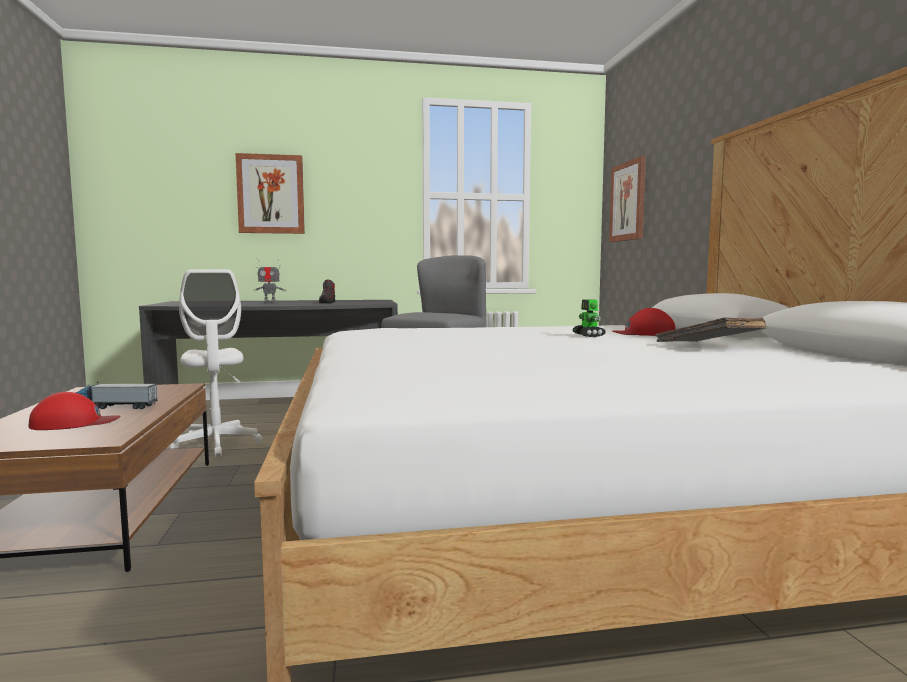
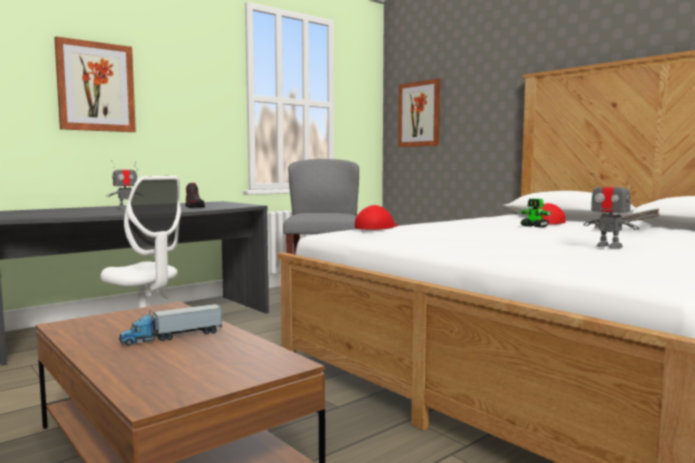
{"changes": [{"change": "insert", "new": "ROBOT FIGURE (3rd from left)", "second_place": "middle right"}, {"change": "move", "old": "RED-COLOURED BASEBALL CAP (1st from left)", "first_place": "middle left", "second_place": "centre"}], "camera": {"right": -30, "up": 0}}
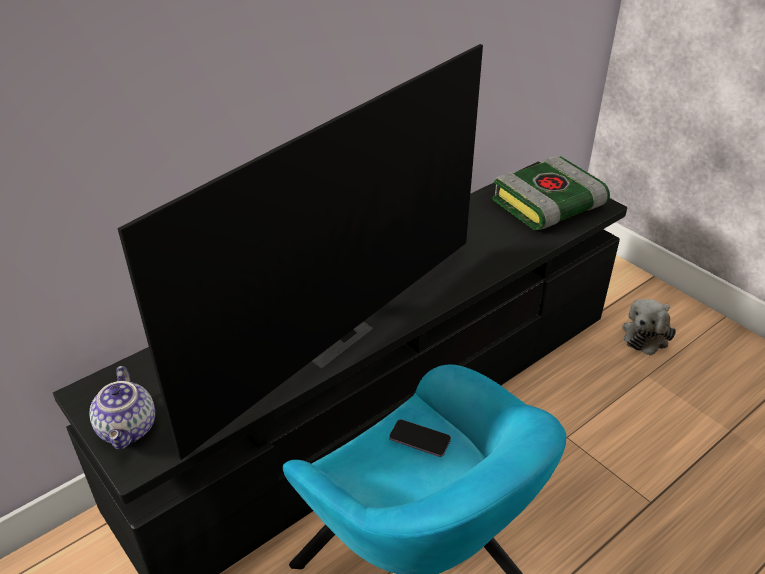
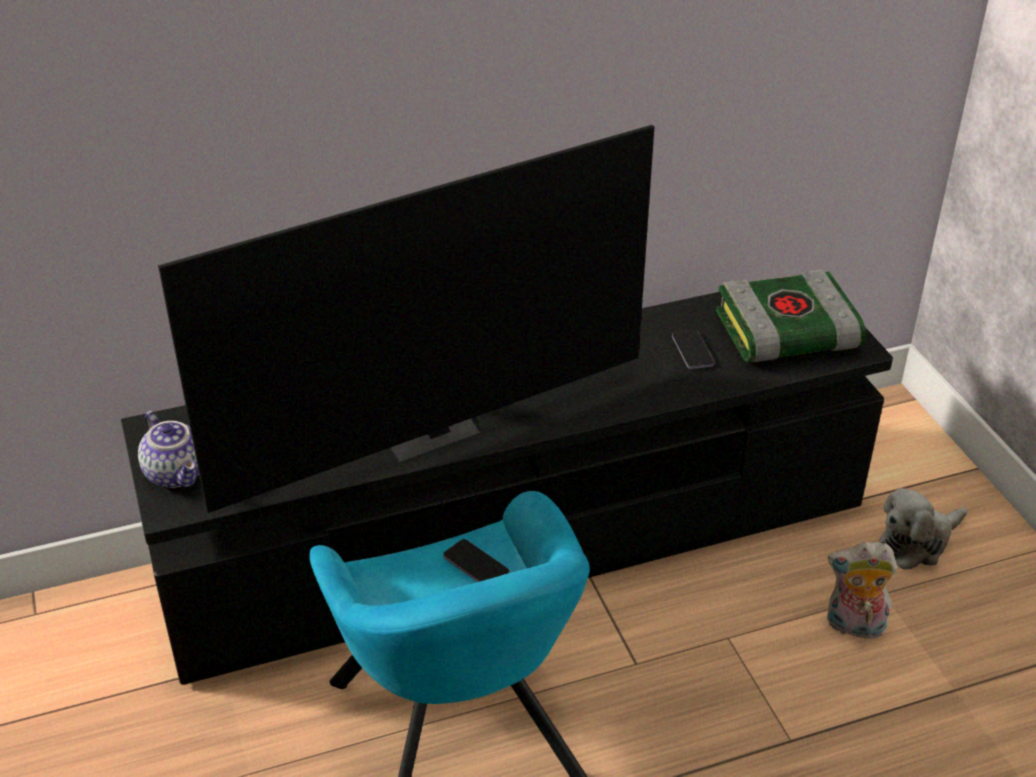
{"changes": [{"change": "insert", "new": "PHONE (2nd from left)", "second_place": "middle right"}, {"change": "insert", "new": "PLUSH TOY (1st from left)", "second_place": "bottom right"}, {"change": "rotate", "old": "POT FOR TEA", "first_place": "bottom left", "second_place": "middle left", "degrees": -45}], "camera": {"right": 20, "up": 0}}
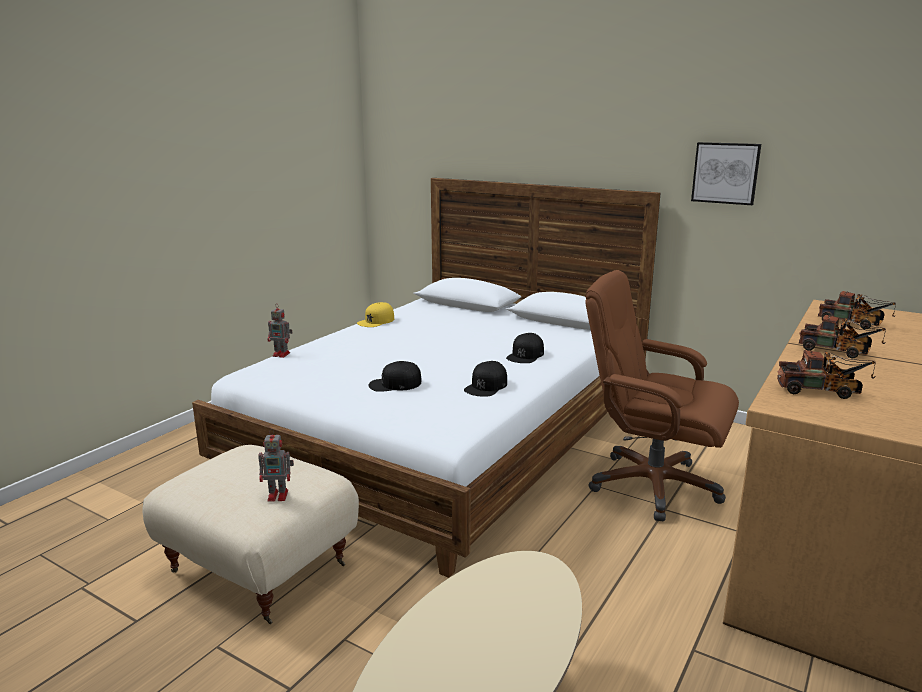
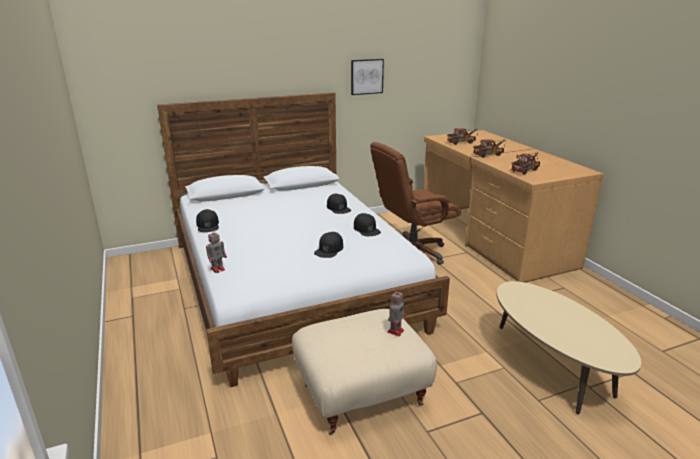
{"changes": [{"change": "recolor", "old": "YELLOWISH BASEBALL CAP", "new": "BLACKISH BASEBALL CAP (1st from left)", "first_place": "centre", "second_place": "middle left"}], "camera": {"right": -55, "up": 5}}
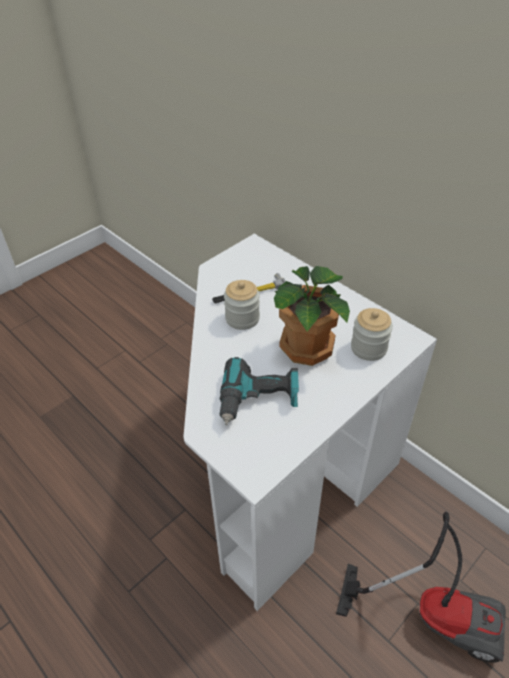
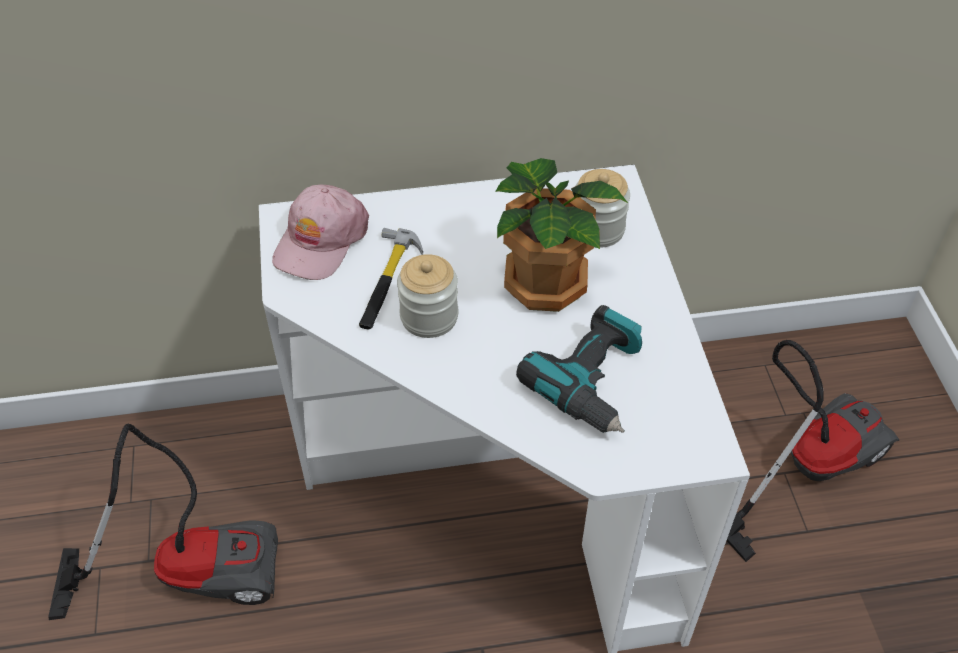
{"changes": [{"change": "insert", "new": "VACUUM CLEANER (1st from left)", "second_place": "bottom left"}, {"change": "insert", "new": "PINK-COLOURED BASEBALL CAP", "second_place": "centre"}], "camera": {"right": -55, "up": 5}}
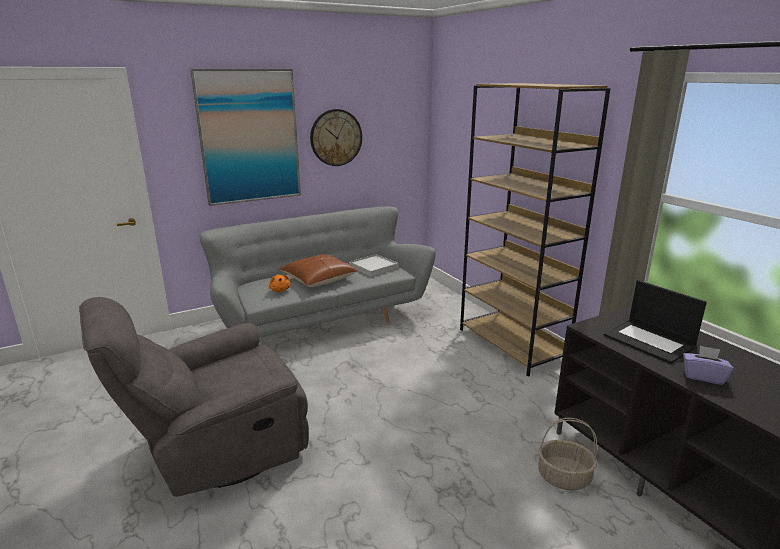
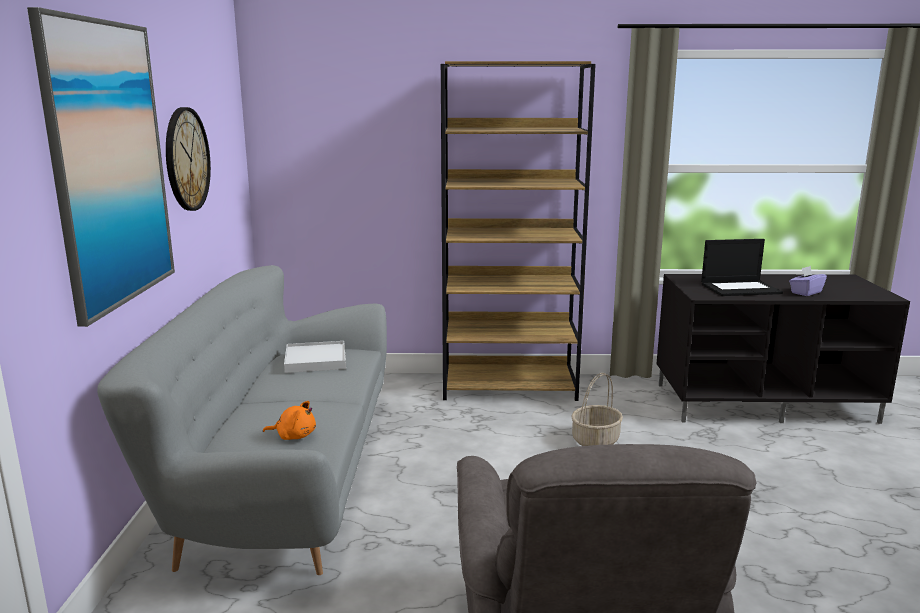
{"changes": [{"change": "delete", "old": "BROWN-COLOURED CUSHION", "first_place": "centre"}, {"change": "move", "old": "STORAGE BASKET", "first_place": "bottom right", "second_place": "bottom centre"}], "camera": {"right": -60, "up": -5}}
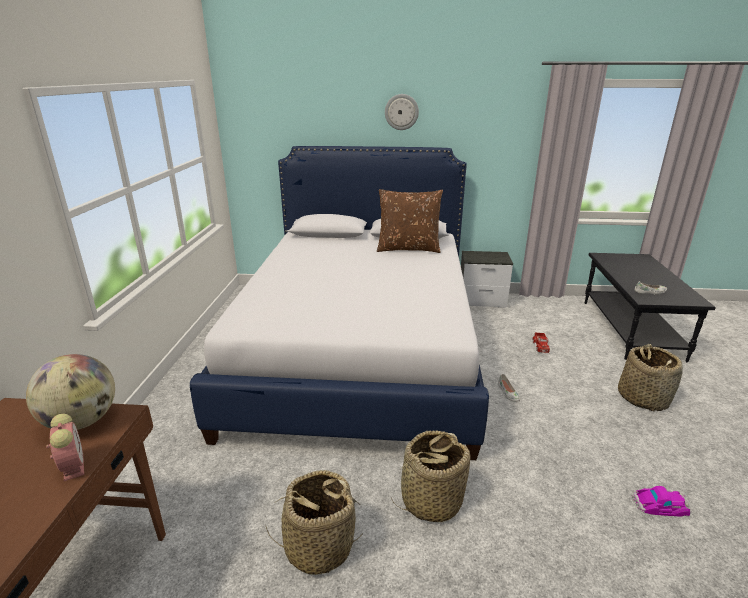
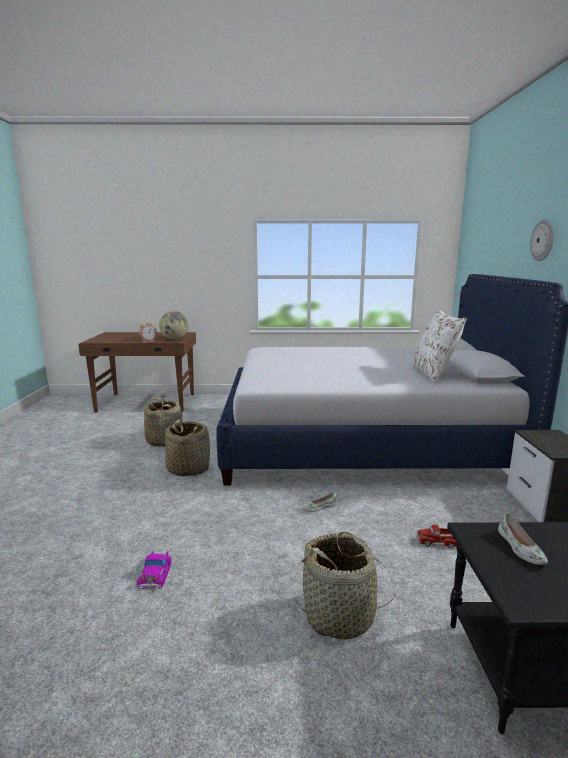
{"changes": [{"change": "recolor", "old": "BROWN-COLOURED CUSHION", "new": "WHITE CUSHION", "first_place": "centre", "second_place": "middle right"}], "camera": {"right": 85, "up": -10}}
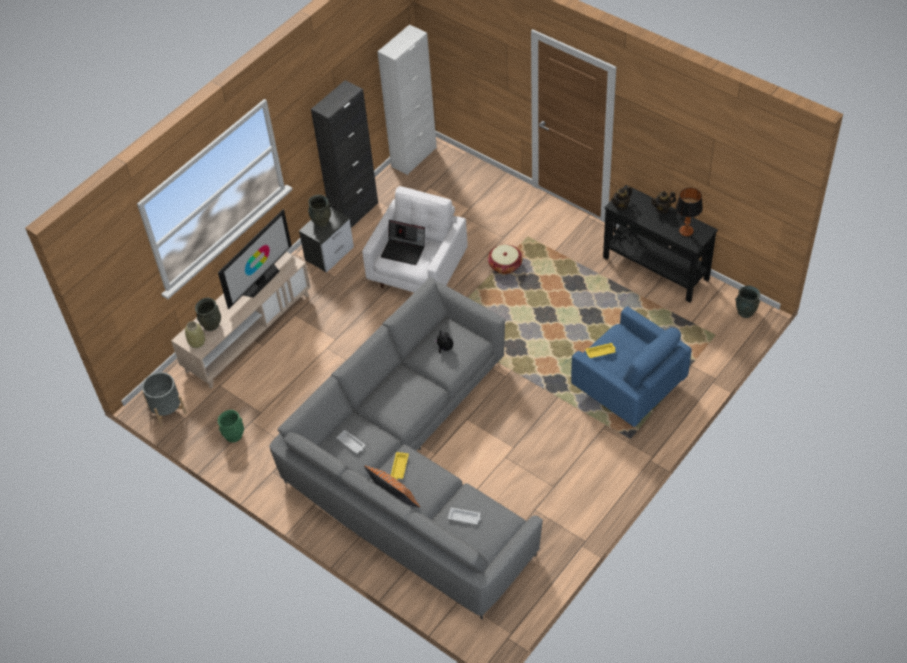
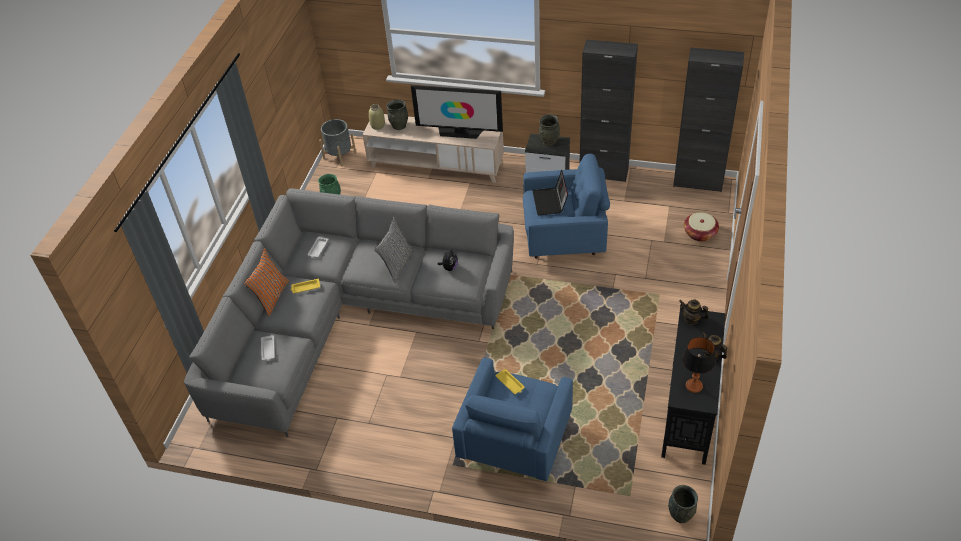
{"changes": [{"change": "insert", "new": "GREYISH CUSHION", "second_place": "centre"}, {"change": "move", "old": "STORAGE BASKET", "first_place": "centre", "second_place": "middle right"}, {"change": "recolor", "old": "WHITE LOUNGE CHAIR", "new": "BLUE-COLOURED LOUNGE CHAIR (2nd from left)", "first_place": "centre", "second_place": "centre"}, {"change": "recolor", "old": "WHITE CUPBOARD", "new": "BLACKISH CUPBOARD (2nd from left)", "first_place": "top centre", "second_place": "top right"}], "camera": {"right": 65, "up": -5}}
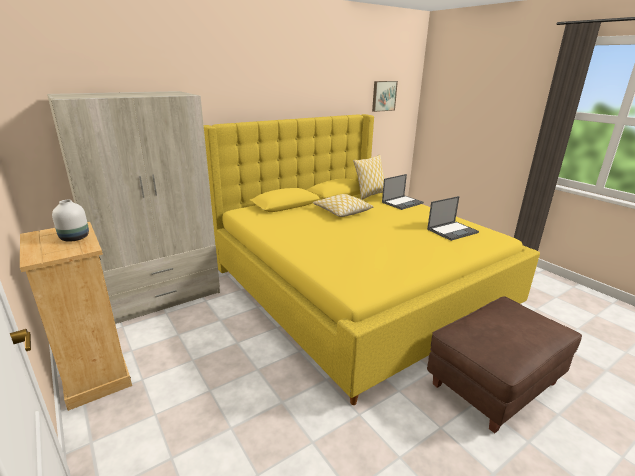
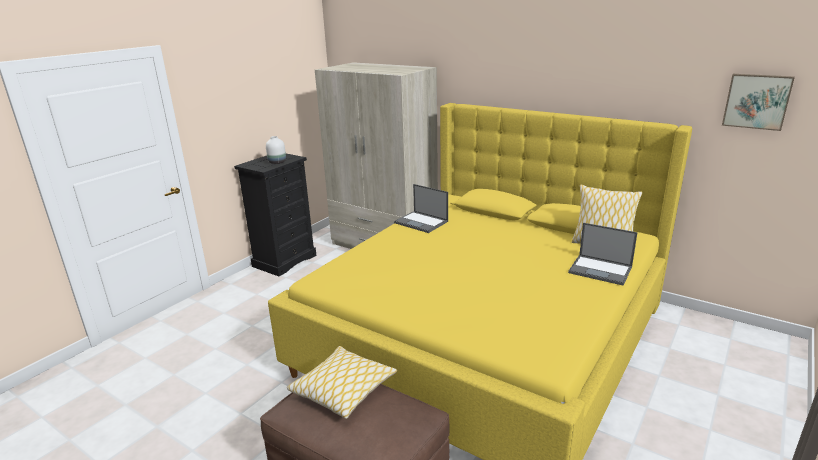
{"changes": [{"change": "move", "old": "CUSHION (1st from left)", "first_place": "centre", "second_place": "bottom centre"}, {"change": "move", "old": "LAPTOP (2nd from left in the first image)", "new": "LAPTOP (1st from left)", "first_place": "middle right", "second_place": "centre"}, {"change": "recolor", "old": "BEIGE CHEST OF DRAWERS", "new": "BLACKISH CHEST OF DRAWERS", "first_place": "middle left", "second_place": "centre"}], "camera": {"right": 70, "up": 0}}
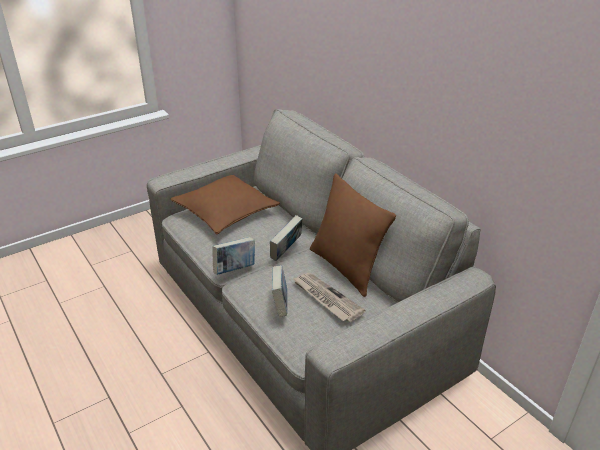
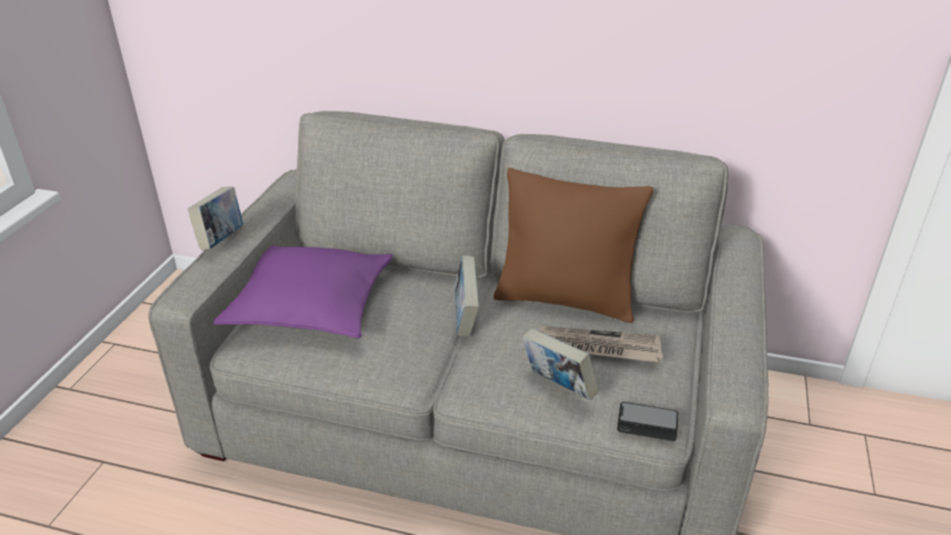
{"changes": [{"change": "insert", "new": "PHONE", "second_place": "bottom right"}, {"change": "move", "old": "BOOK (1st from left)", "first_place": "centre", "second_place": "middle left"}, {"change": "recolor", "old": "BROWN-COLOURED CUSHION (1st from left)", "new": "PURPLE CUSHION", "first_place": "centre", "second_place": "middle left"}], "camera": {"right": -40, "up": 0}}
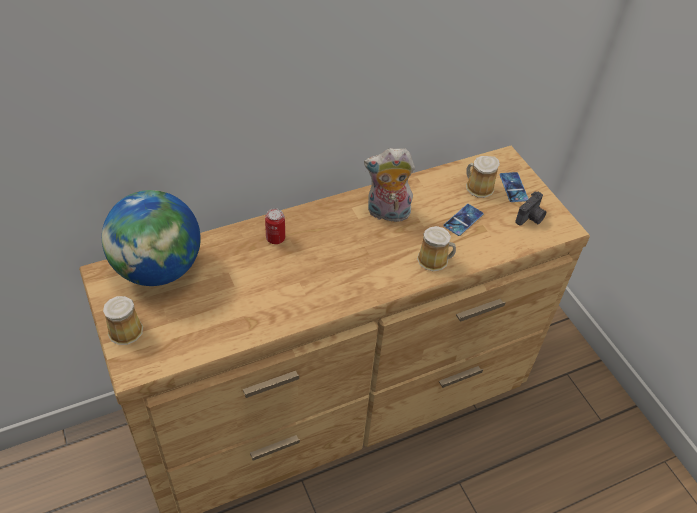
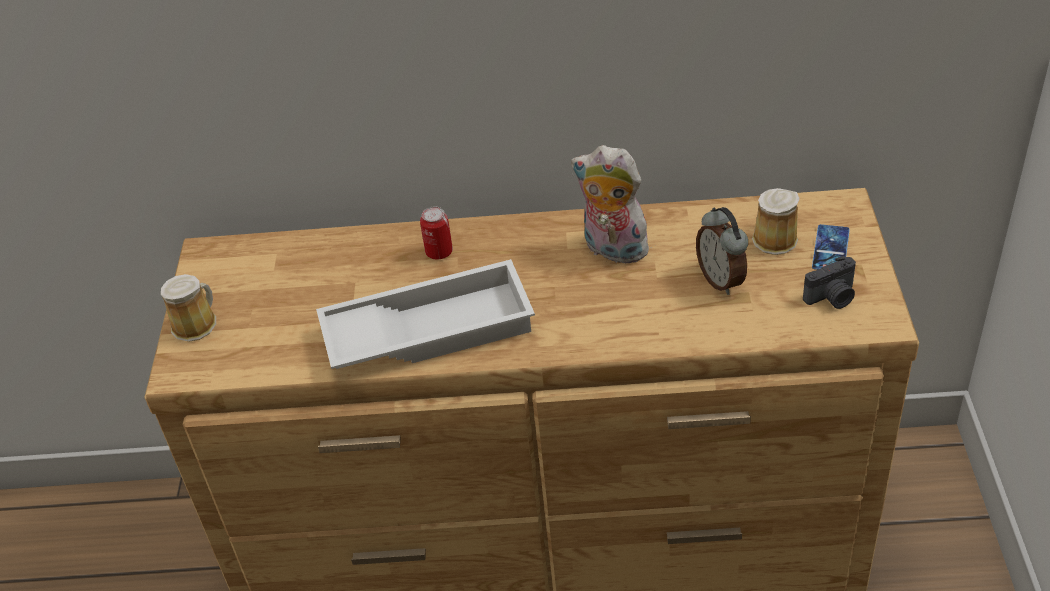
{"changes": [{"change": "delete", "old": "GLOBE", "first_place": "middle left"}, {"change": "delete", "old": "TEA MUG (2nd from left)", "first_place": "centre"}, {"change": "insert", "new": "WHITE TRAY", "second_place": "centre"}, {"change": "replace", "old": "PHONE (1st from left)", "new": "BEDSIDE CLOCK", "first_place": "centre", "second_place": "middle right"}], "camera": {"right": 30, "up": -5}}
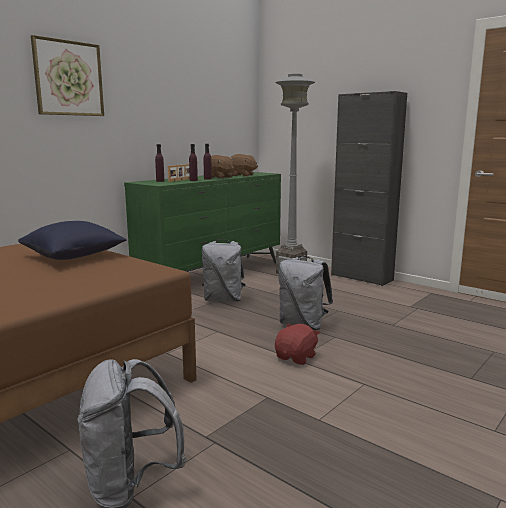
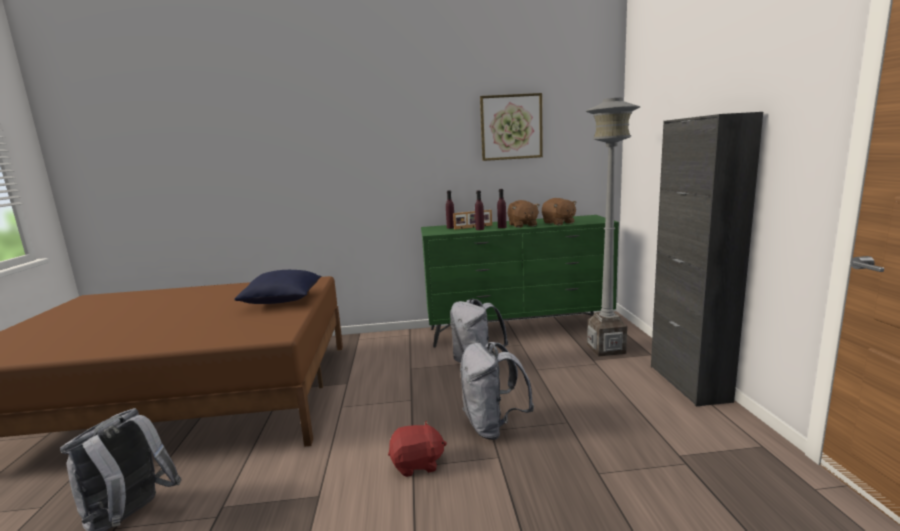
{"changes": [{"change": "move", "old": "PICTURE", "first_place": "top left", "second_place": "top centre"}], "camera": {"right": 45, "up": 0}}
